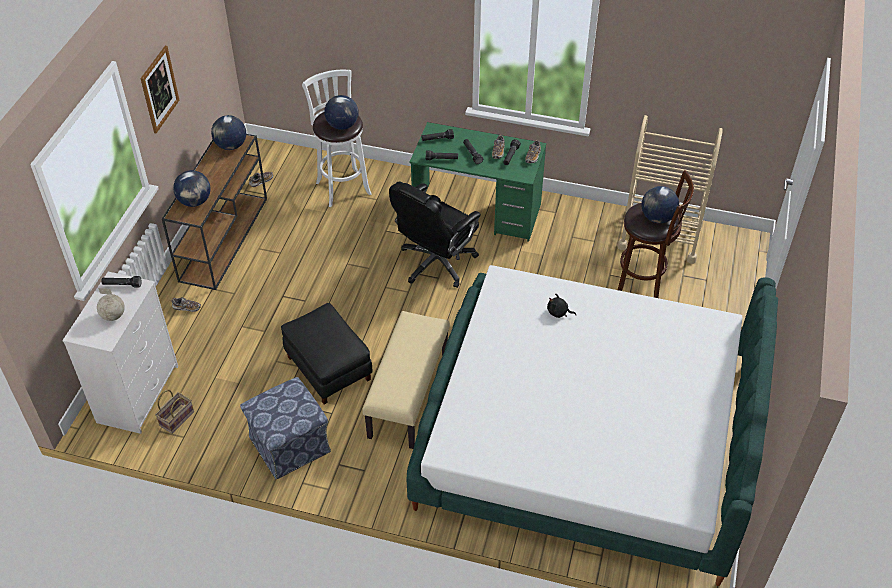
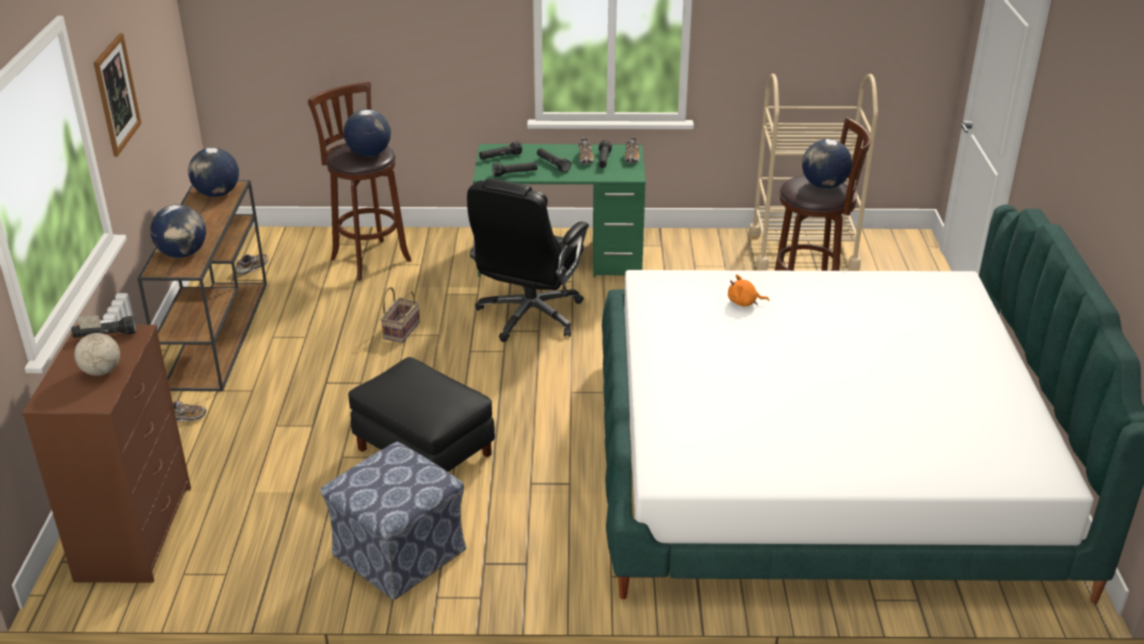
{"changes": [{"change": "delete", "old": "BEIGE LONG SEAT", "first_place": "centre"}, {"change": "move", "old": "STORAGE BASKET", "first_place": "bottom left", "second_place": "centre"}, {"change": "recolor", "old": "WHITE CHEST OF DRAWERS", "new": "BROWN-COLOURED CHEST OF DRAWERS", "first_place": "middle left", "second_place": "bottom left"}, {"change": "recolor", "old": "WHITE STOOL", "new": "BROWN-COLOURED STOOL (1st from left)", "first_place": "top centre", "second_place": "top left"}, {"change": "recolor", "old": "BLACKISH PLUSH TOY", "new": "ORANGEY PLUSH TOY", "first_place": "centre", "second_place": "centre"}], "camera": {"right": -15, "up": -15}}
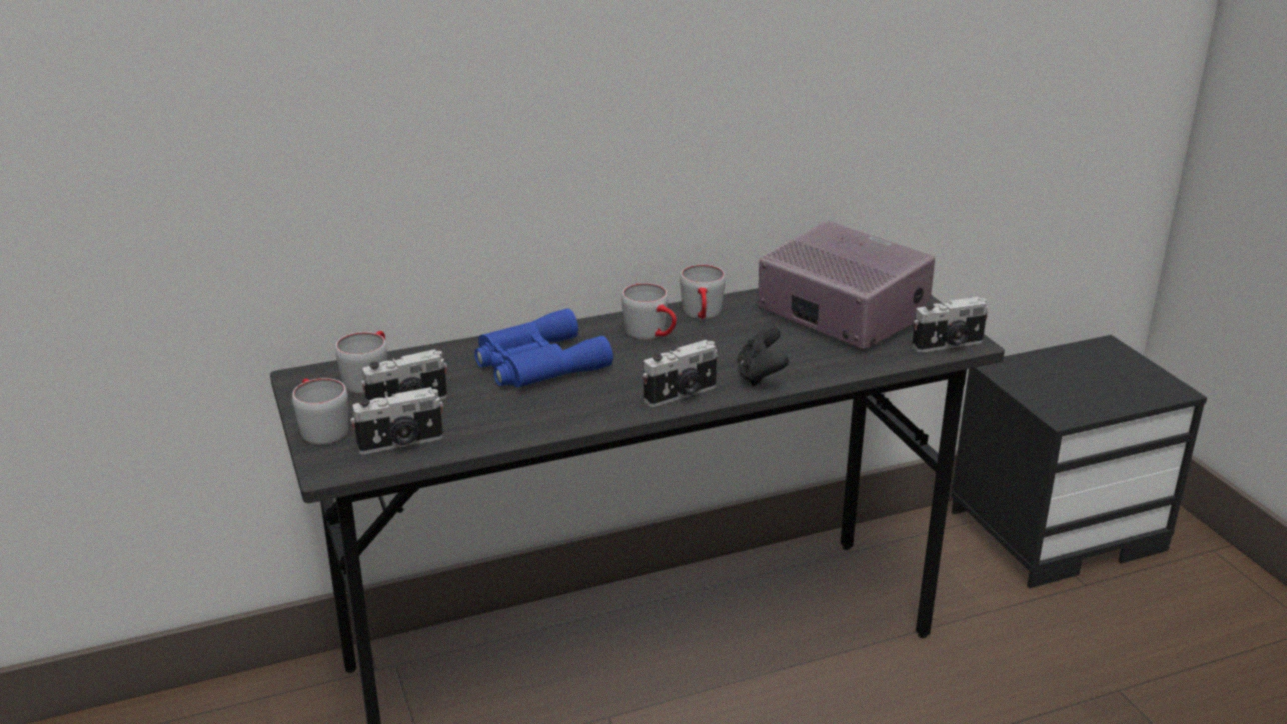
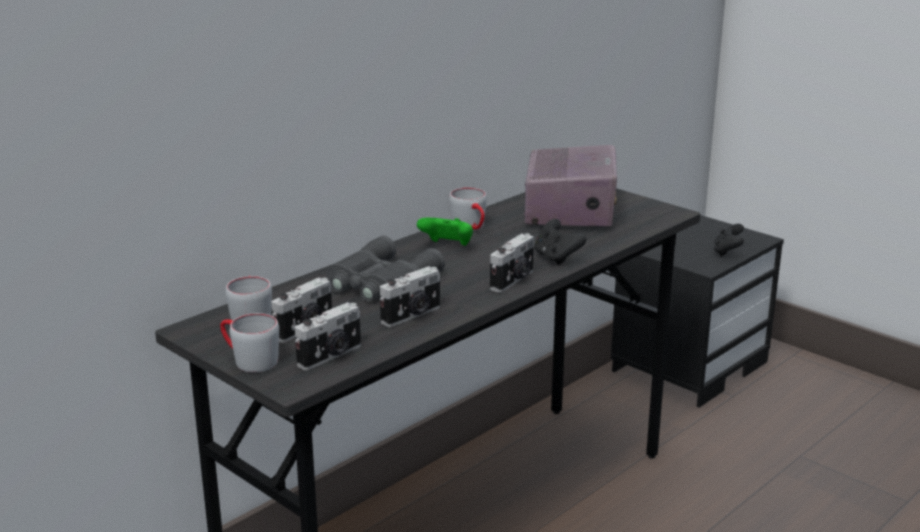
{"changes": [{"change": "insert", "new": "BLACKISH GAMEPAD (2nd from left)", "second_place": "middle right"}, {"change": "move", "old": "PHOTO CAMERA (4th from left in the first image)", "new": "PHOTO CAMERA (3rd from left)", "first_place": "middle right", "second_place": "centre"}, {"change": "replace", "old": "GREYISH TEA MUG (3rd from left)", "new": "GREENISH GAMEPAD", "first_place": "centre", "second_place": "centre"}, {"change": "recolor", "old": "BLUE-COLOURED FIELD GLASSES", "new": "GREYISH FIELD GLASSES", "first_place": "centre", "second_place": "centre"}, {"change": "rotate", "old": "RADIO RECEIVER", "first_place": "centre", "second_place": "centre", "degrees": 75}], "camera": {"right": -25, "up": -5}}
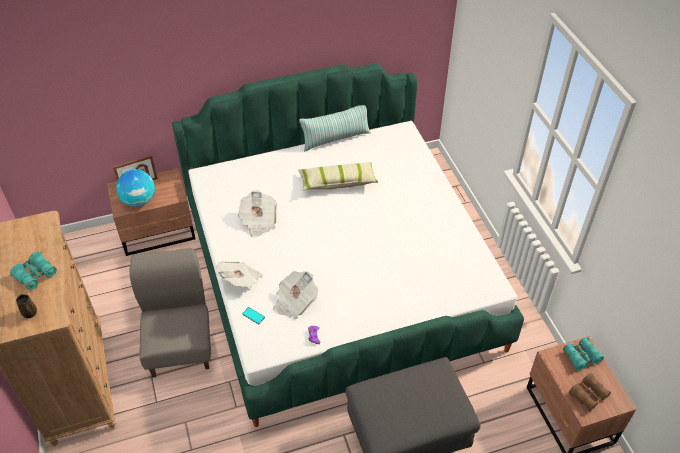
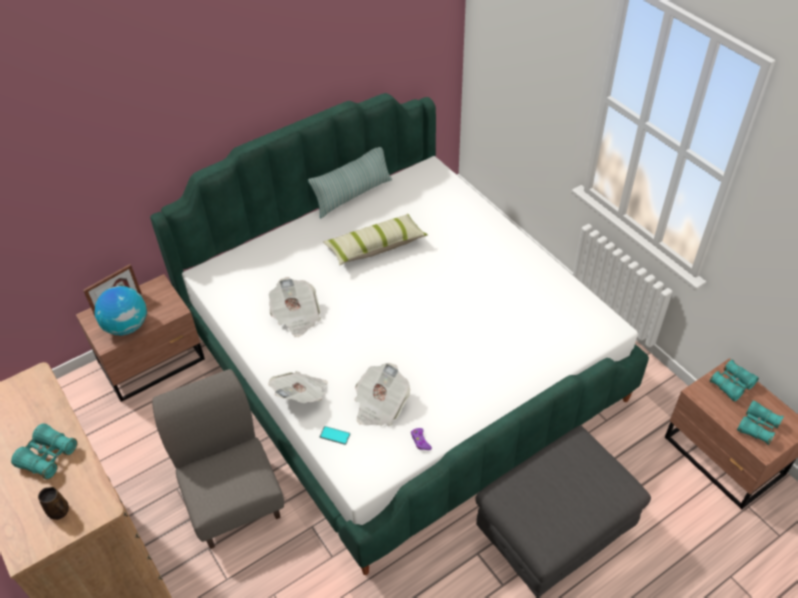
{"changes": [{"change": "recolor", "old": "BROWN-COLOURED FIELD GLASSES", "new": "BLUE-GREEN FIELD GLASSES (3rd from left)", "first_place": "bottom right", "second_place": "bottom right"}], "camera": {"right": -15, "up": 0}}
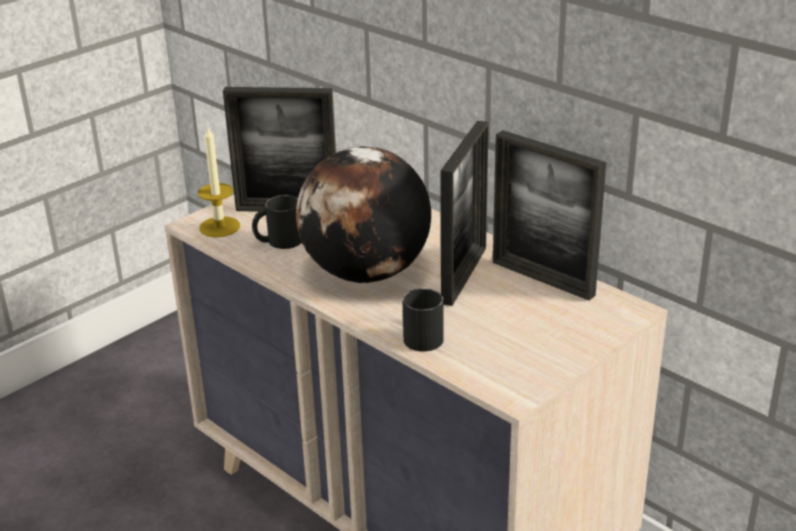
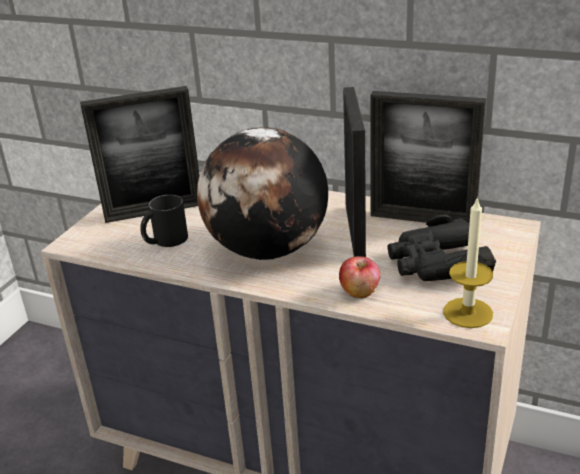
{"changes": [{"change": "insert", "new": "BLACKISH FIELD GLASSES", "second_place": "middle right"}, {"change": "move", "old": "CANDLE", "first_place": "middle left", "second_place": "middle right"}, {"change": "replace", "old": "BLACKISH TEA MUG (2nd from left)", "new": "WHOLE APPLE", "first_place": "centre", "second_place": "centre"}], "camera": {"right": -20, "up": 0}}
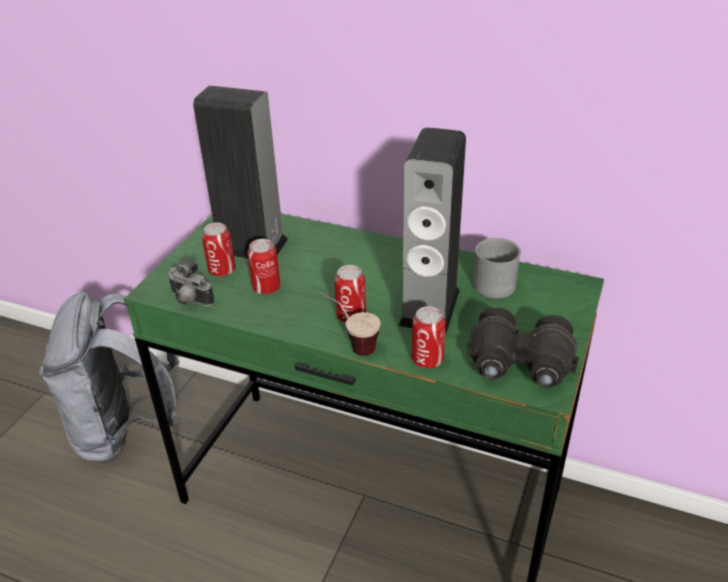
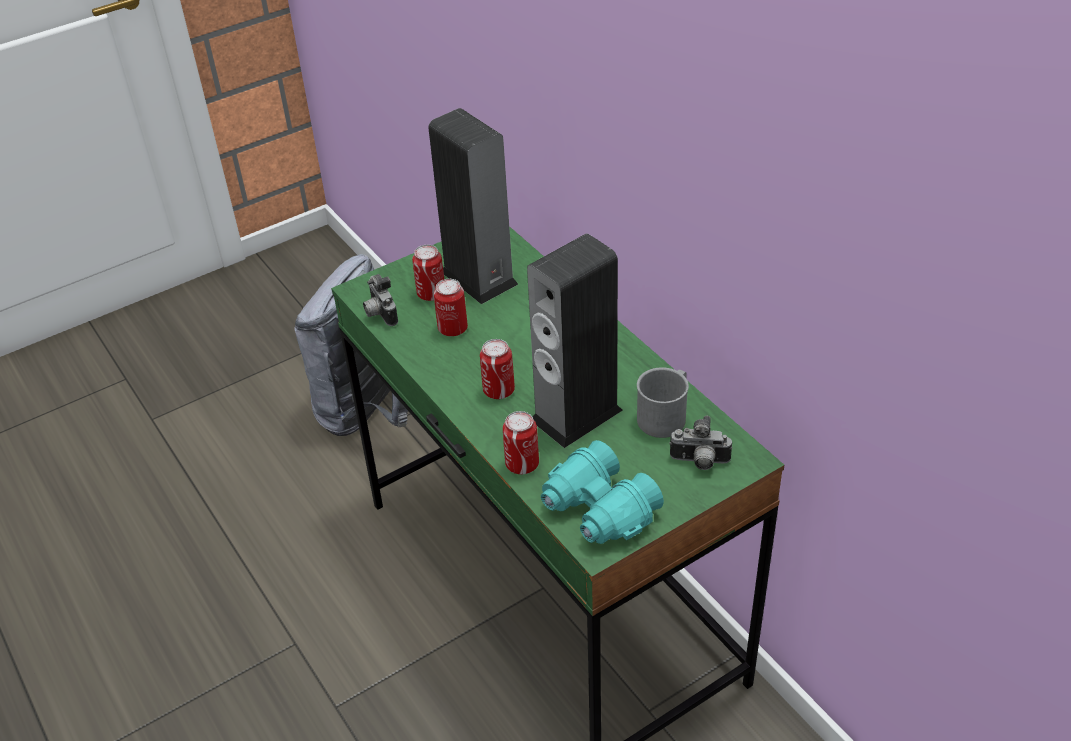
{"changes": [{"change": "delete", "old": "CUP", "first_place": "centre"}, {"change": "insert", "new": "PHOTO CAMERA (2nd from left)", "second_place": "centre"}, {"change": "recolor", "old": "BLACKISH FIELD GLASSES", "new": "BLUE-GREEN FIELD GLASSES", "first_place": "middle right", "second_place": "centre"}], "camera": {"right": 35, "up": 5}}
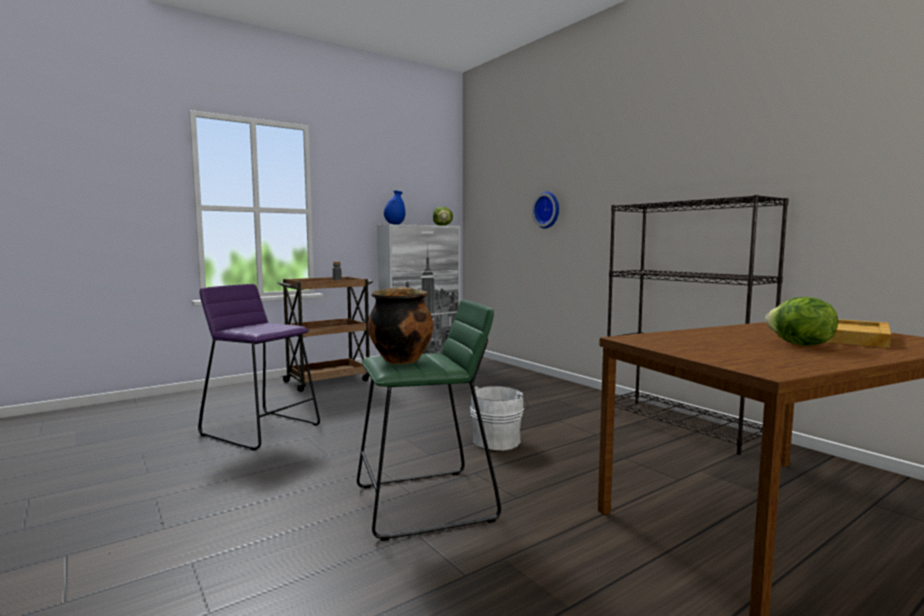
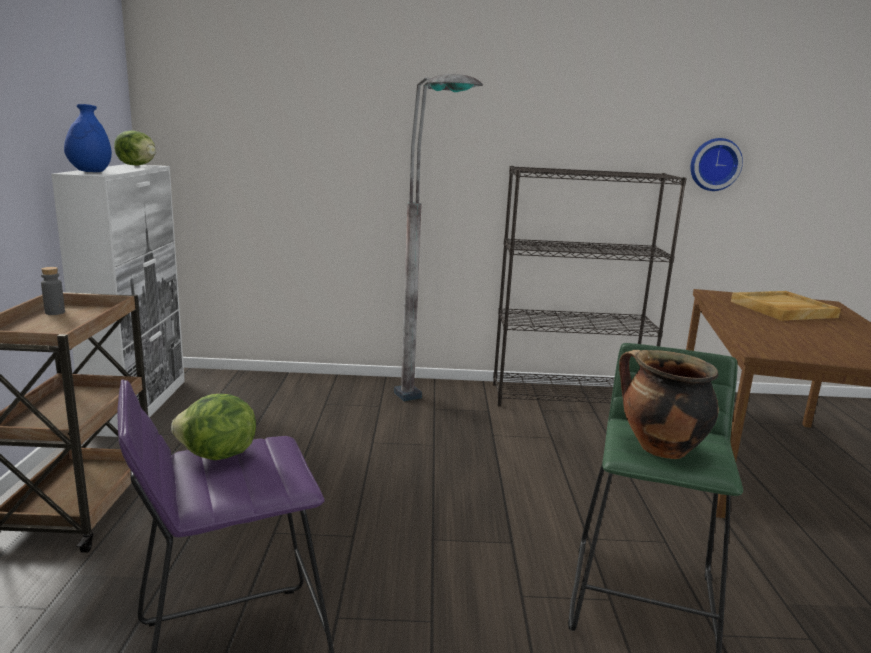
{"changes": [{"change": "delete", "old": "WHITE WATER BUCKET", "first_place": "bottom centre"}, {"change": "insert", "new": "GREYISH STANDING LAMP", "second_place": "centre"}, {"change": "move", "old": "WALL CLOCK", "first_place": "centre", "second_place": "top right"}, {"change": "move", "old": "LETTUCE HEAD (2nd from left)", "first_place": "middle right", "second_place": "middle left"}], "camera": {"right": -55, "up": 10}}
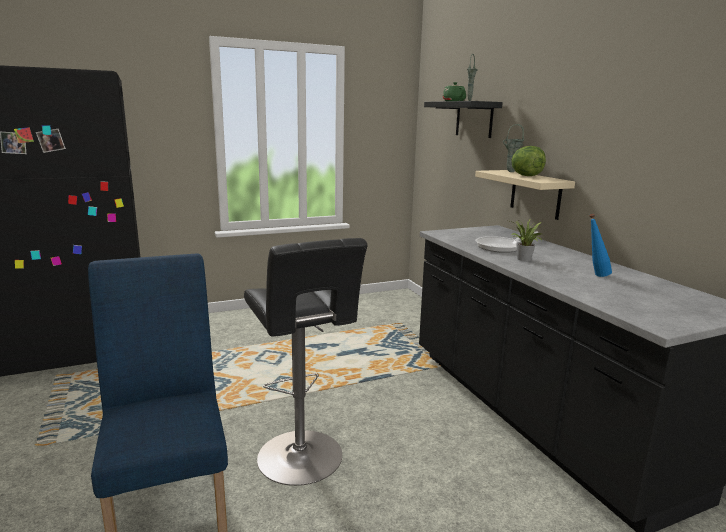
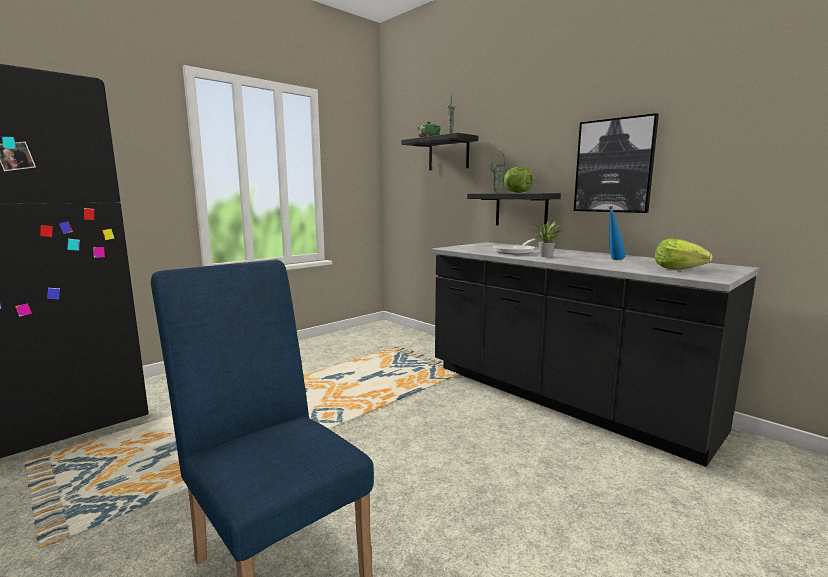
{"changes": [{"change": "delete", "old": "BLACKISH STOOL", "first_place": "bottom centre"}, {"change": "insert", "new": "PICTURE", "second_place": "top right"}, {"change": "insert", "new": "LETTUCE HEAD (2nd from left)", "second_place": "middle right"}, {"change": "recolor", "old": "BEIGE BRACKET SHELF", "new": "BLACKISH BRACKET SHELF (2nd from left)", "first_place": "middle right", "second_place": "centre"}], "camera": {"right": -20, "up": -5}}
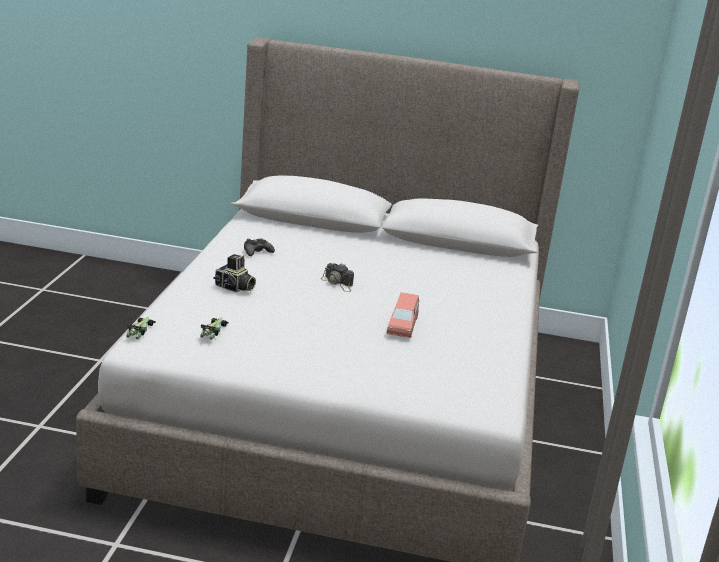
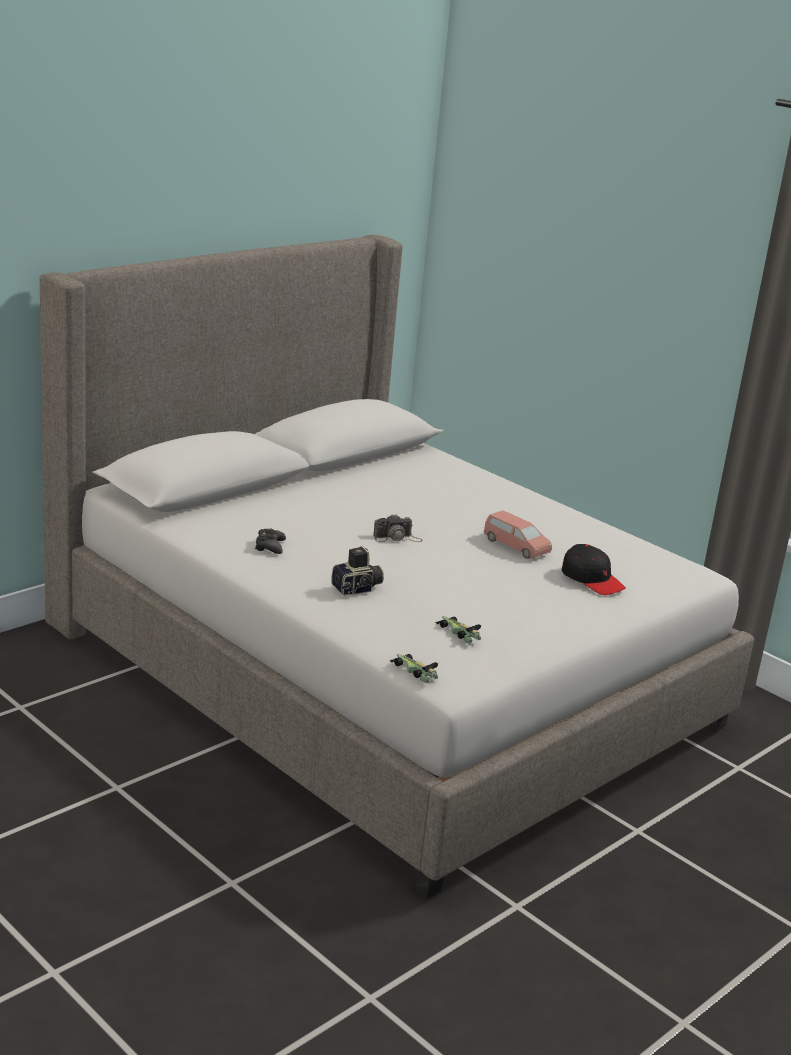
{"changes": [{"change": "insert", "new": "BLACKISH BASEBALL CAP", "second_place": "middle right"}], "camera": {"right": -55, "up": 0}}
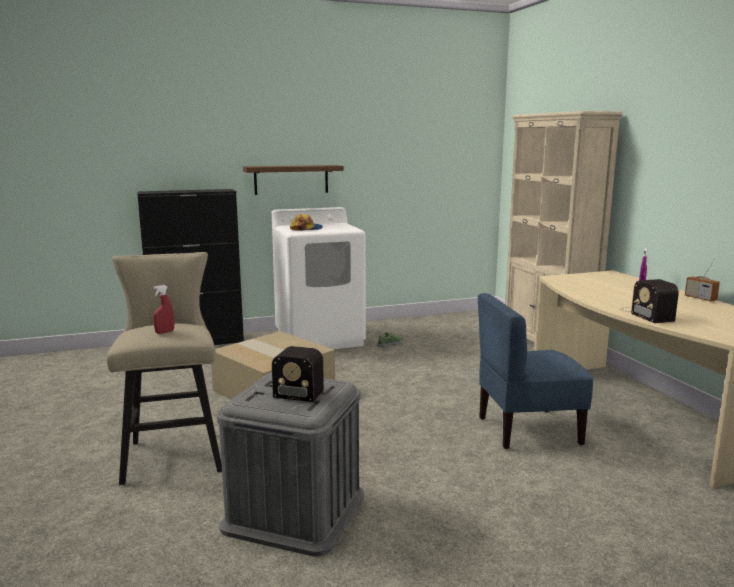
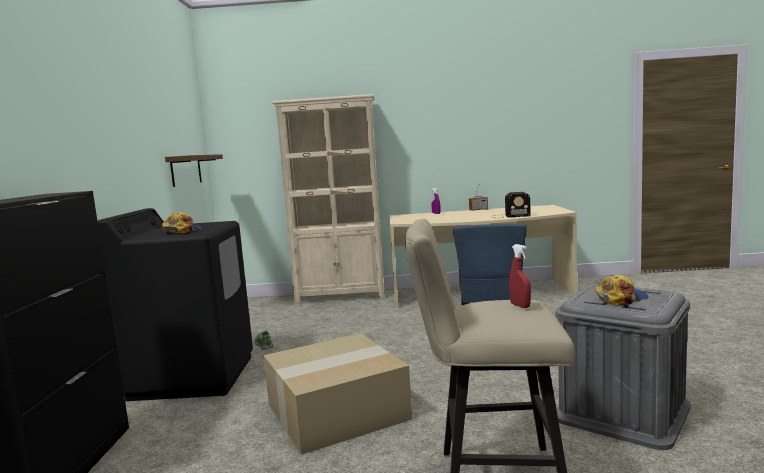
{"changes": [{"change": "move", "old": "BROWN-COLOURED BRACKET SHELF", "first_place": "top centre", "second_place": "middle left"}, {"change": "replace", "old": "RADIO RECEIVER (1st from left)", "new": "BASEBALL CAP (2nd from left)", "first_place": "centre", "second_place": "middle right"}, {"change": "recolor", "old": "WHITE LAUNDRY APPLIANCE", "new": "BLACKISH LAUNDRY APPLIANCE", "first_place": "centre", "second_place": "middle left"}], "camera": {"right": -70, "up": -5}}
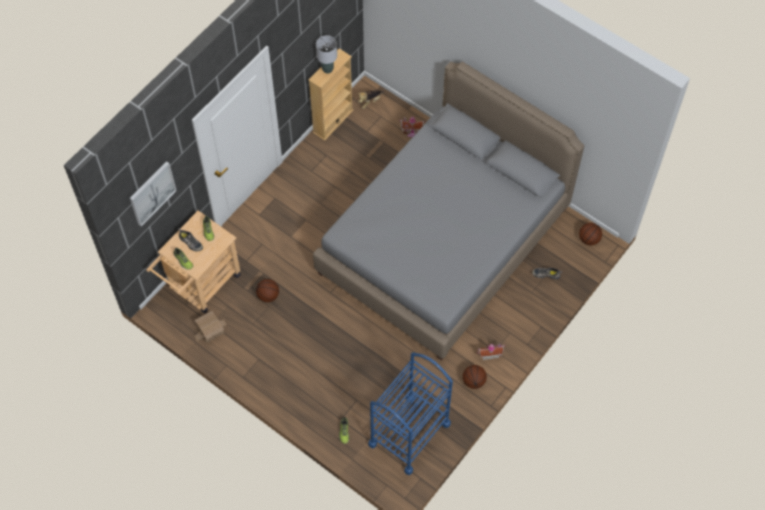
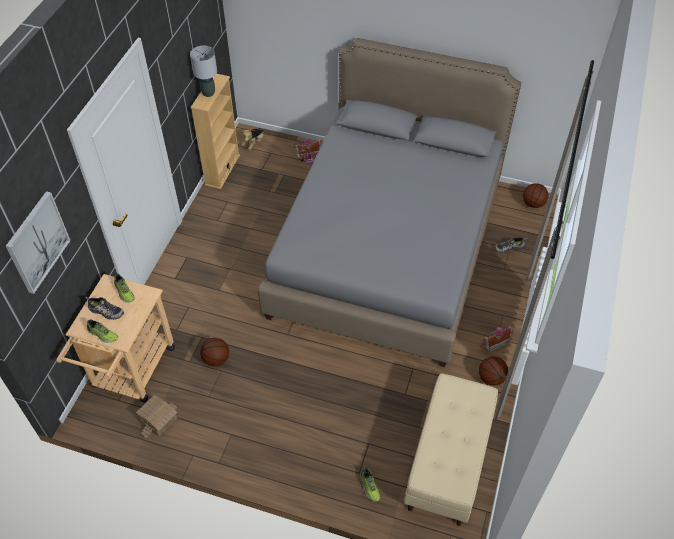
{"changes": [{"change": "replace", "old": "BLUE-COLOURED WHEELED CART", "new": "BEIGE LONG SEAT", "first_place": "bottom centre", "second_place": "bottom right"}], "camera": {"right": -20, "up": -10}}
